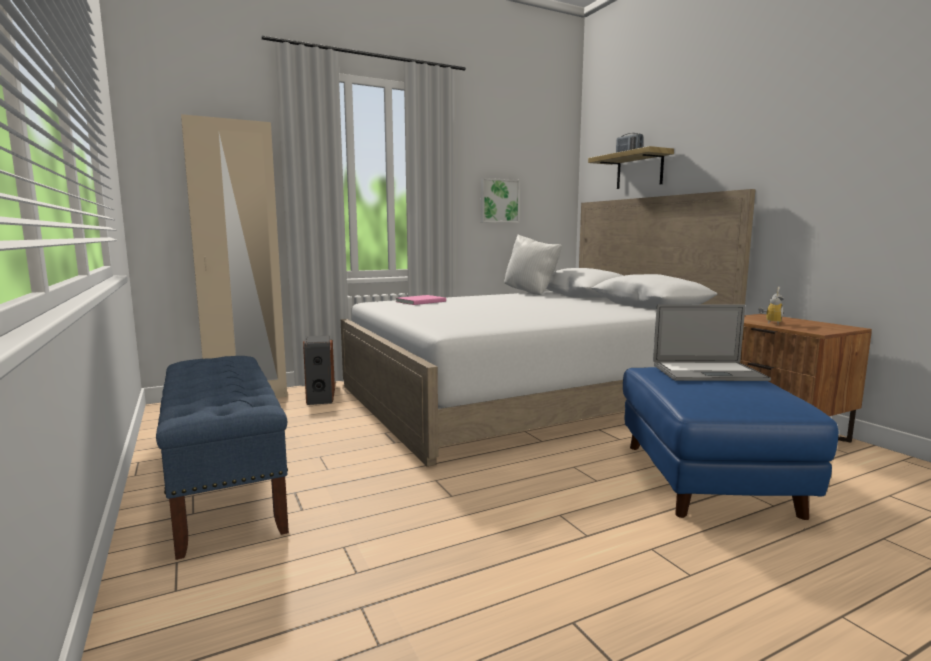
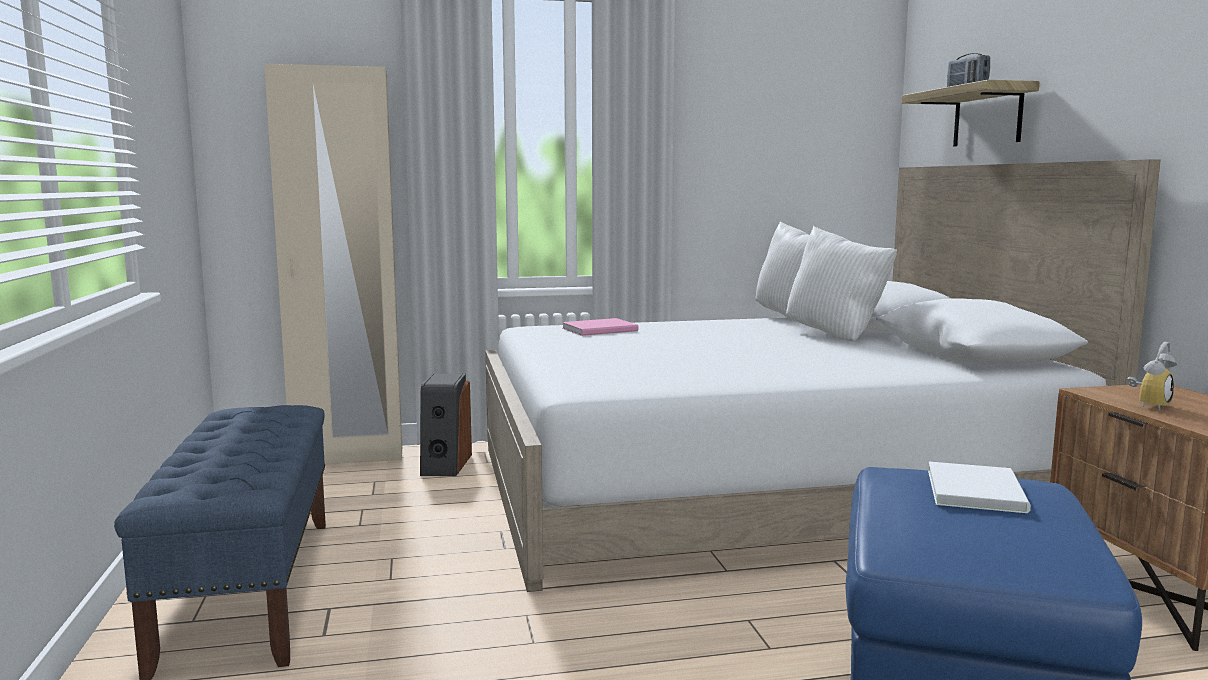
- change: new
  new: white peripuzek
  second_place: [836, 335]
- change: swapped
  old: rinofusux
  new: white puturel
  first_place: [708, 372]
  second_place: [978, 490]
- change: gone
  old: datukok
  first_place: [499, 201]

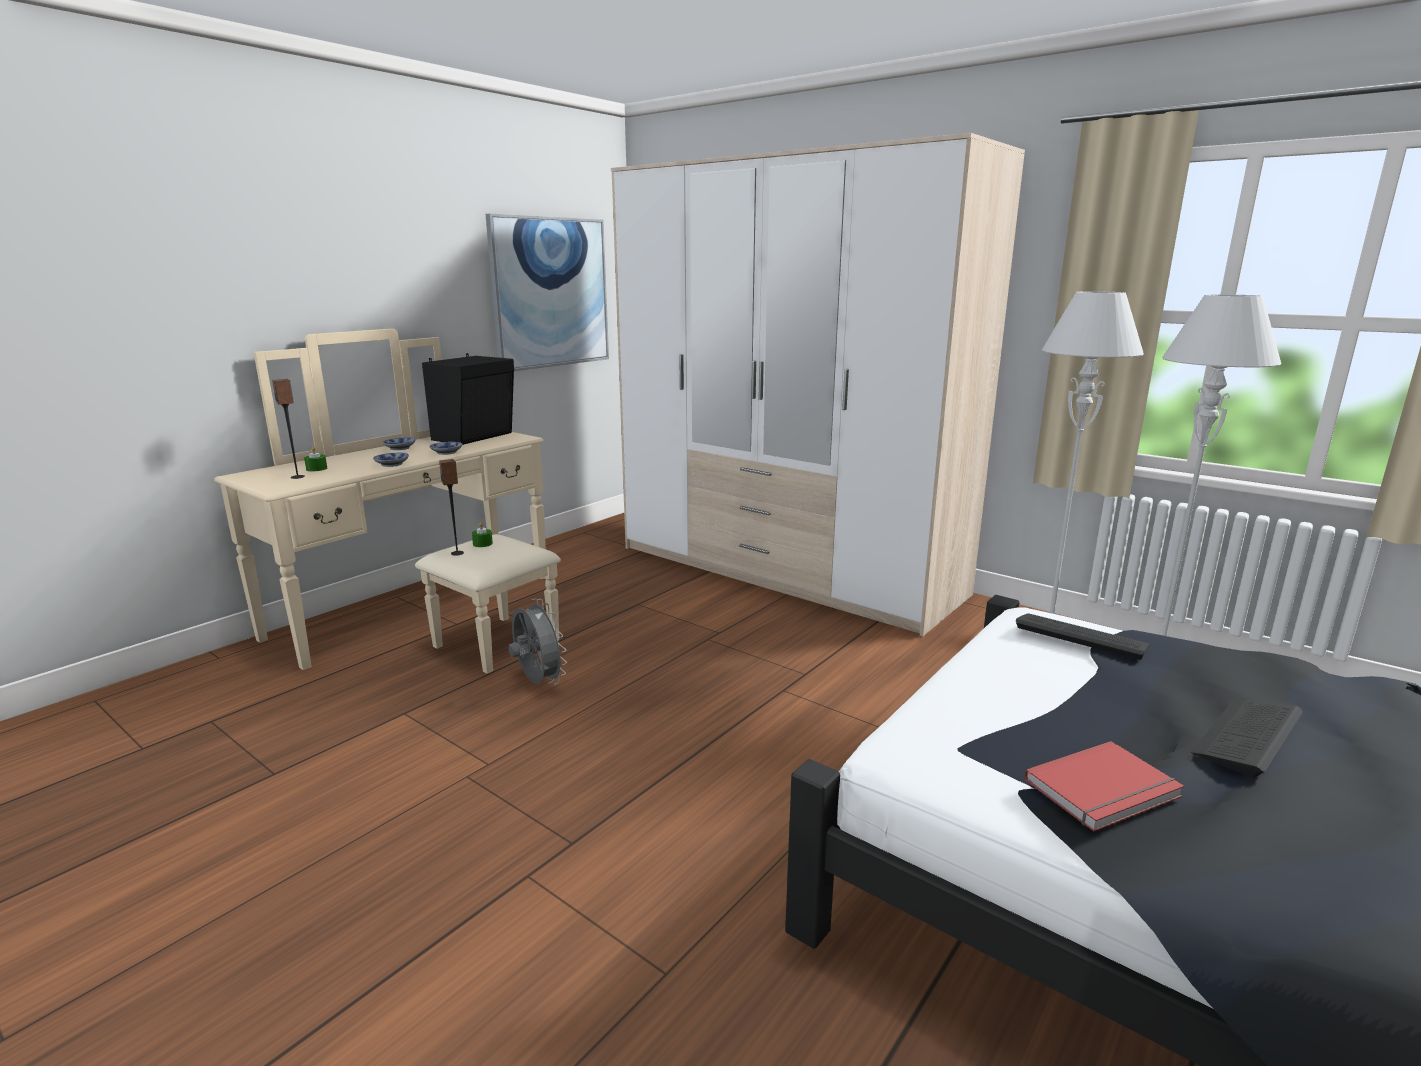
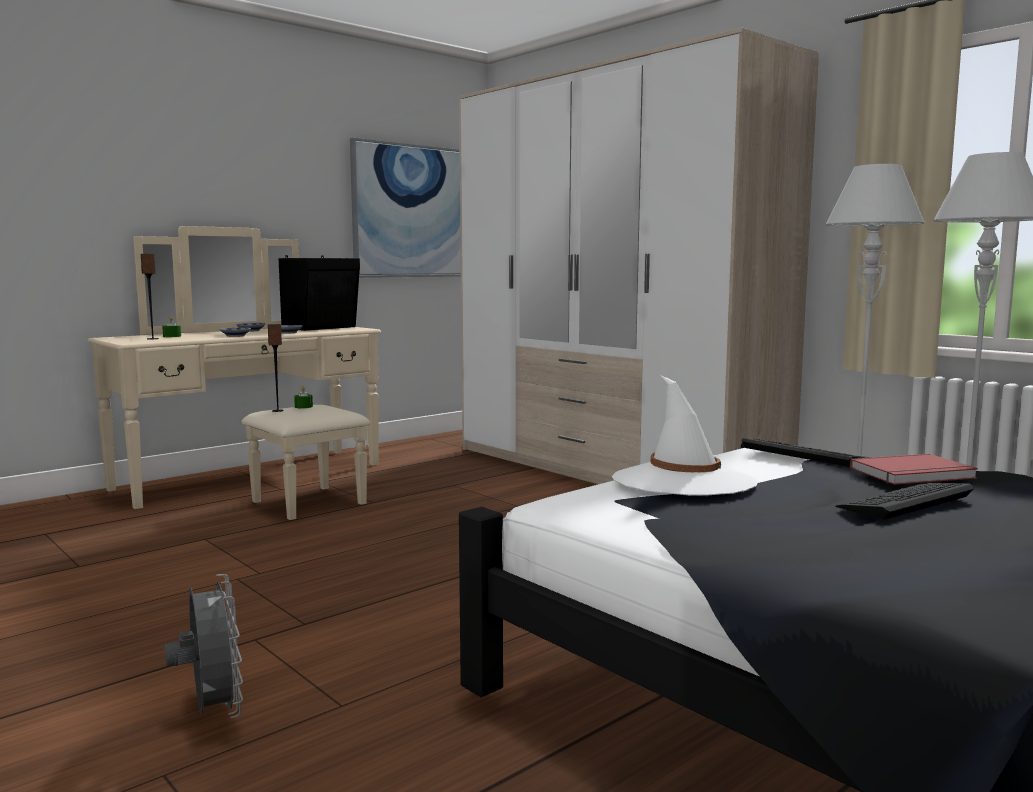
- change: shifted
  old: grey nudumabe
  first_place: [537, 682]
  second_place: [212, 712]
- change: new
  new: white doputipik
  second_place: [683, 482]
- change: shifted
  old: red puturel
  first_place: [1105, 791]
  second_place: [914, 474]

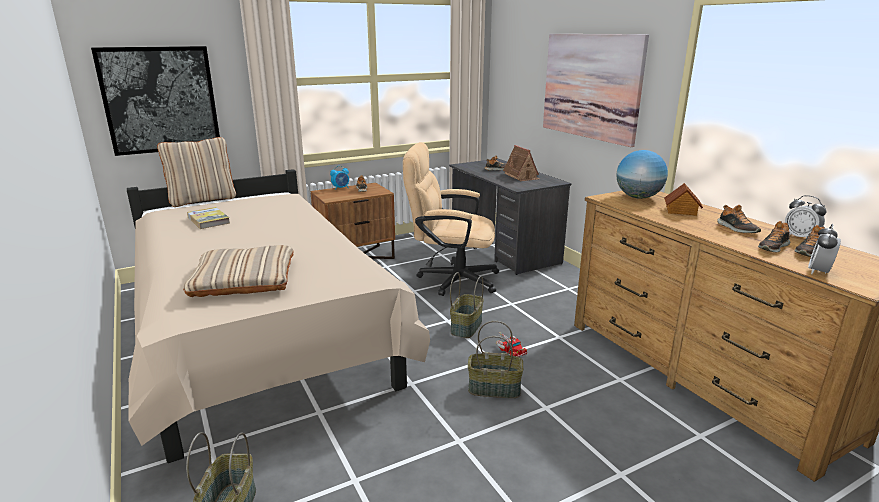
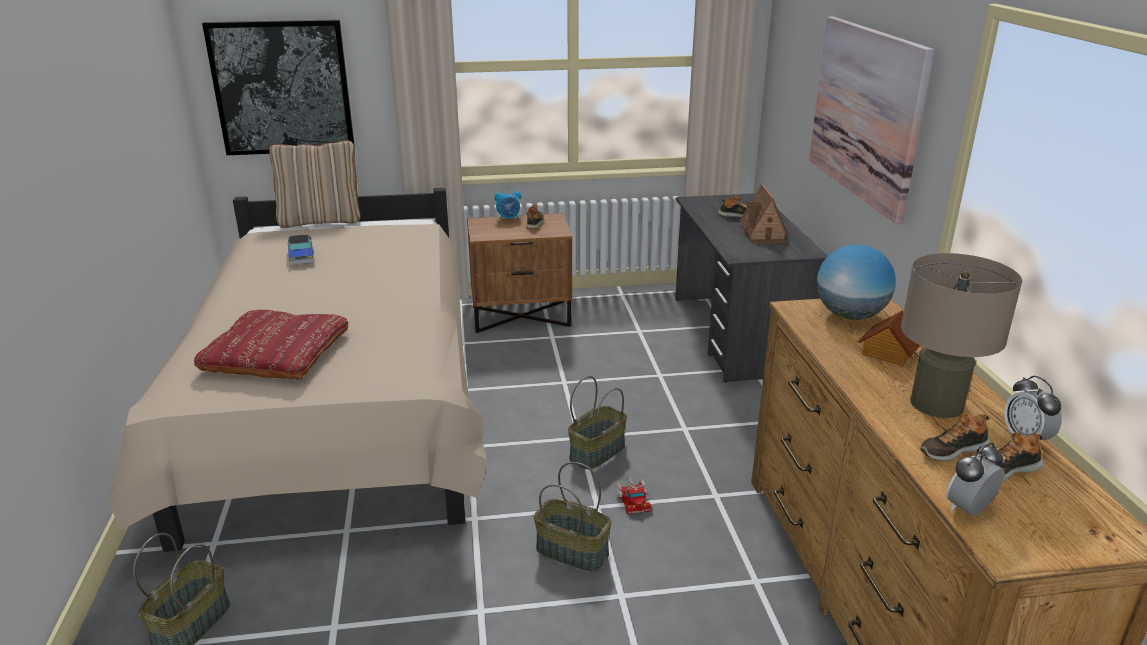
- change: repainted
  old: beige peripuzek
  new: red peripuzek
  first_place: [244, 278]
  second_place: [276, 353]
- change: swapped
  old: puturel
  new: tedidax
  first_place: [208, 220]
  second_place: [301, 256]
- change: swapped
  old: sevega
  new: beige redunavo
  first_place: [736, 229]
  second_place: [936, 404]
- change: gone
  old: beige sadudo
  first_place: [450, 279]

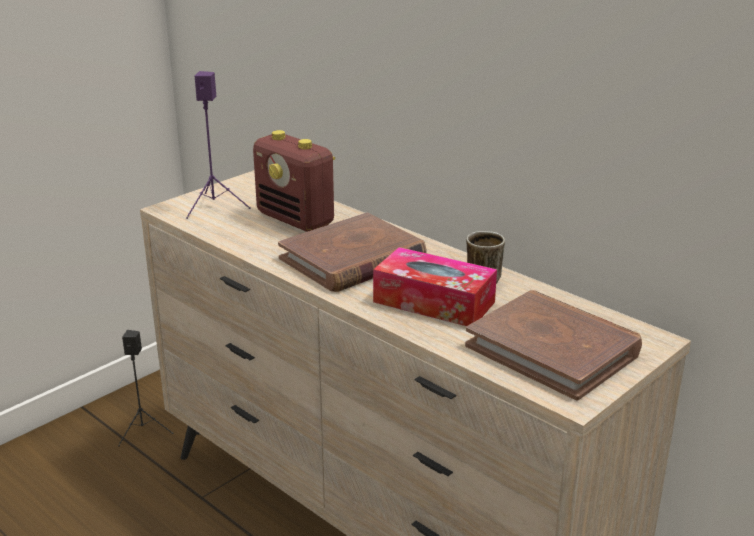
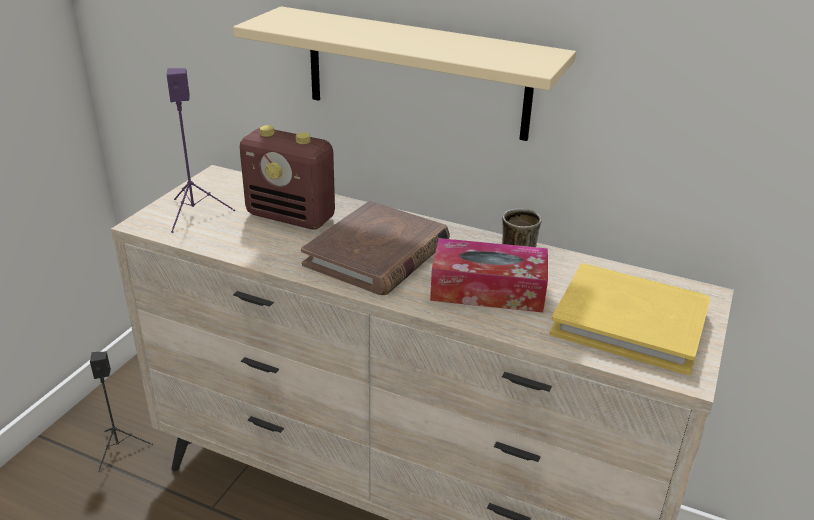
- change: new
  new: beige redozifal
  second_place: [416, 73]
- change: repainted
  old: brown puturel
  new: yellow puturel
  first_place: [553, 349]
  second_place: [629, 322]

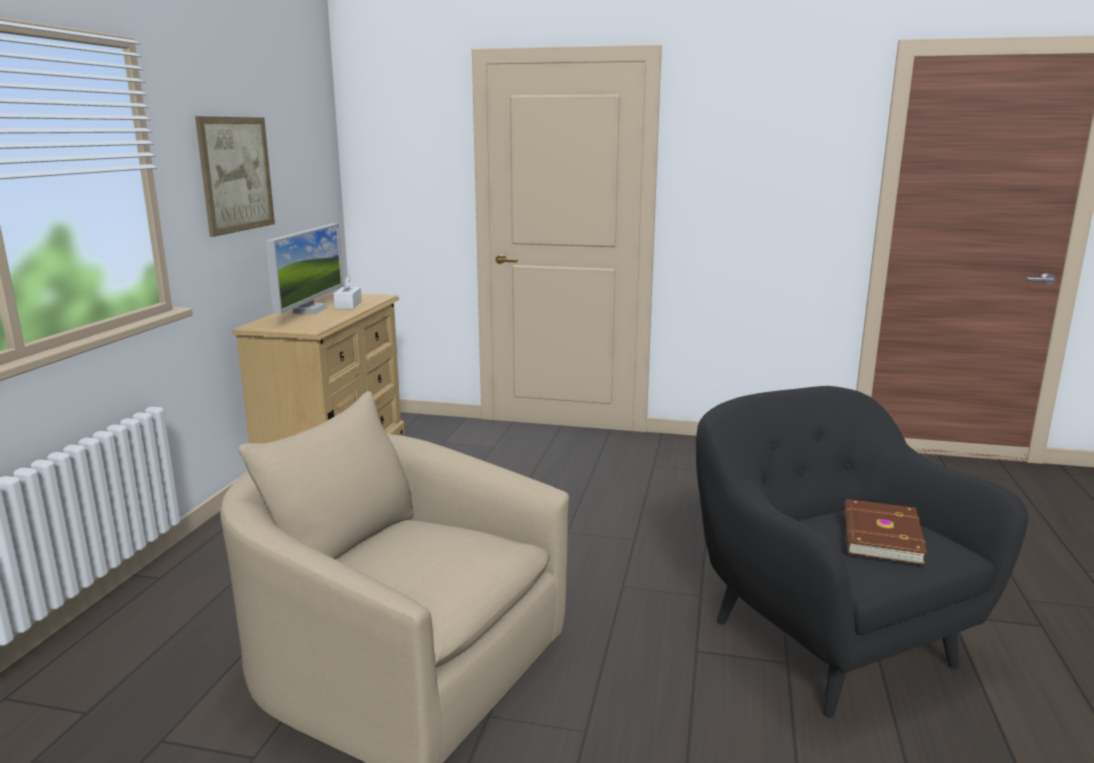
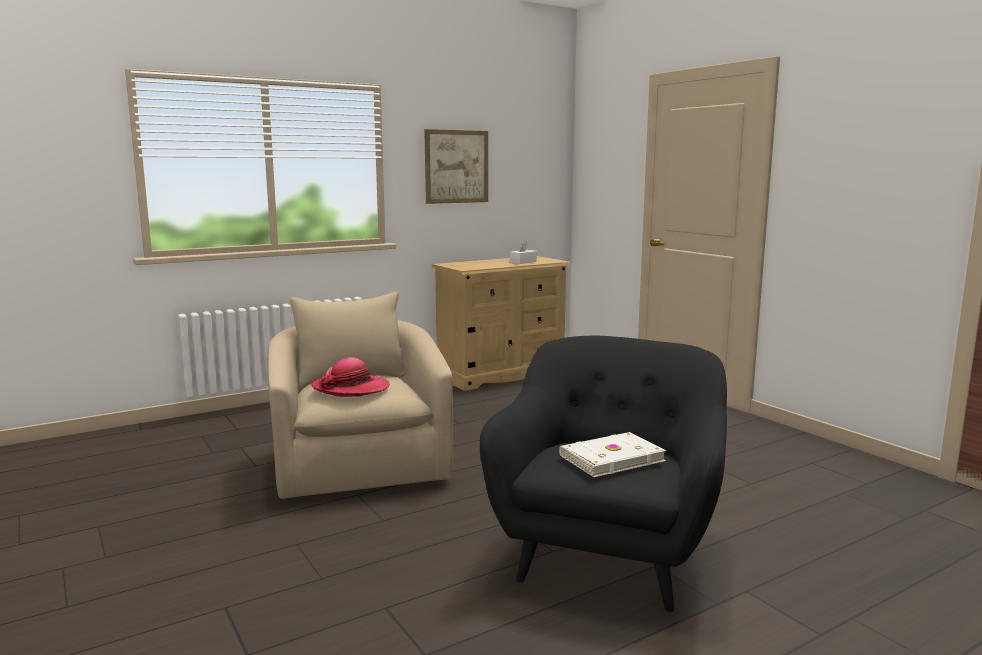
- change: new
  new: doputipik
  second_place: [351, 388]
- change: repainted
  old: brown puturel
  new: white puturel
  first_place: [879, 536]
  second_place: [610, 458]
- change: gone
  old: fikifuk
  first_place: [310, 310]

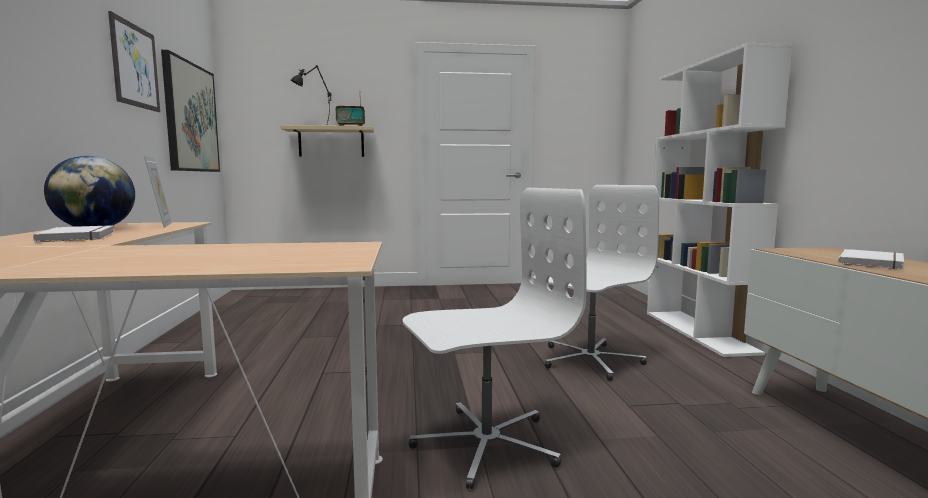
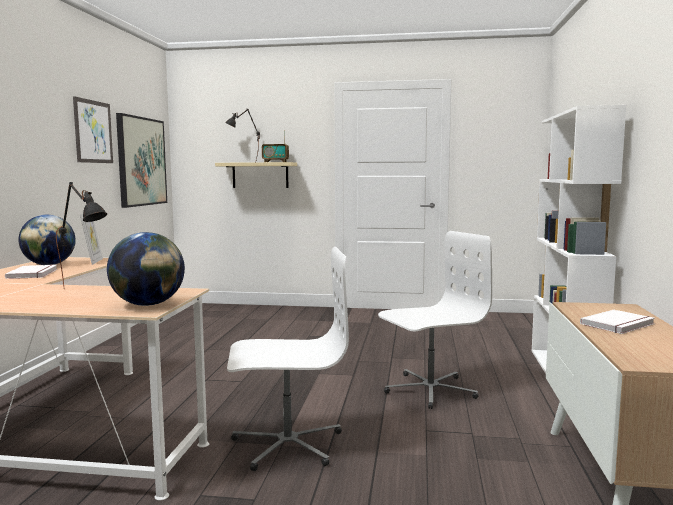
- change: new
  new: black redunavo
  second_place: [85, 290]
- change: new
  new: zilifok
  second_place: [148, 304]

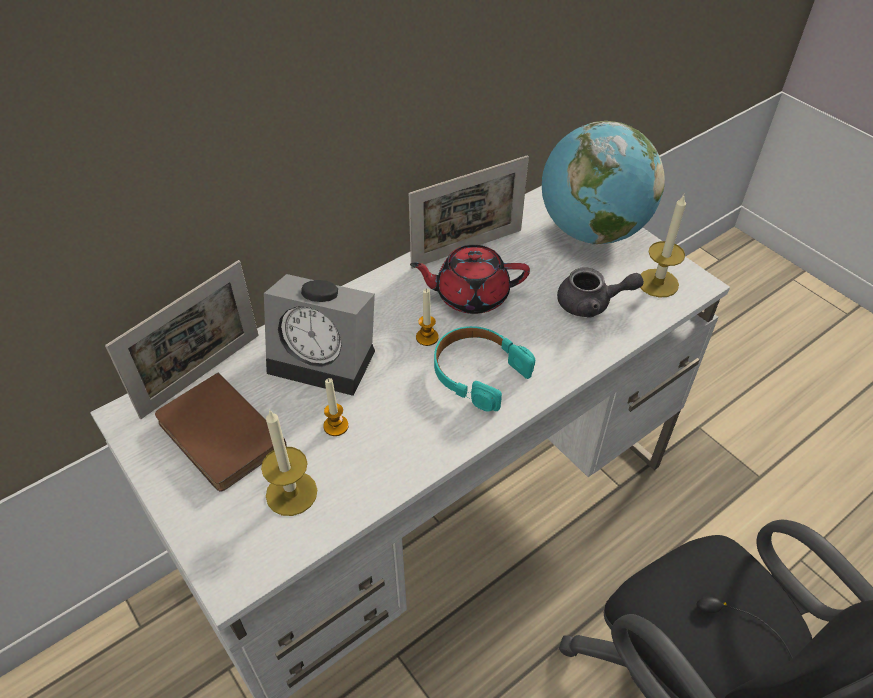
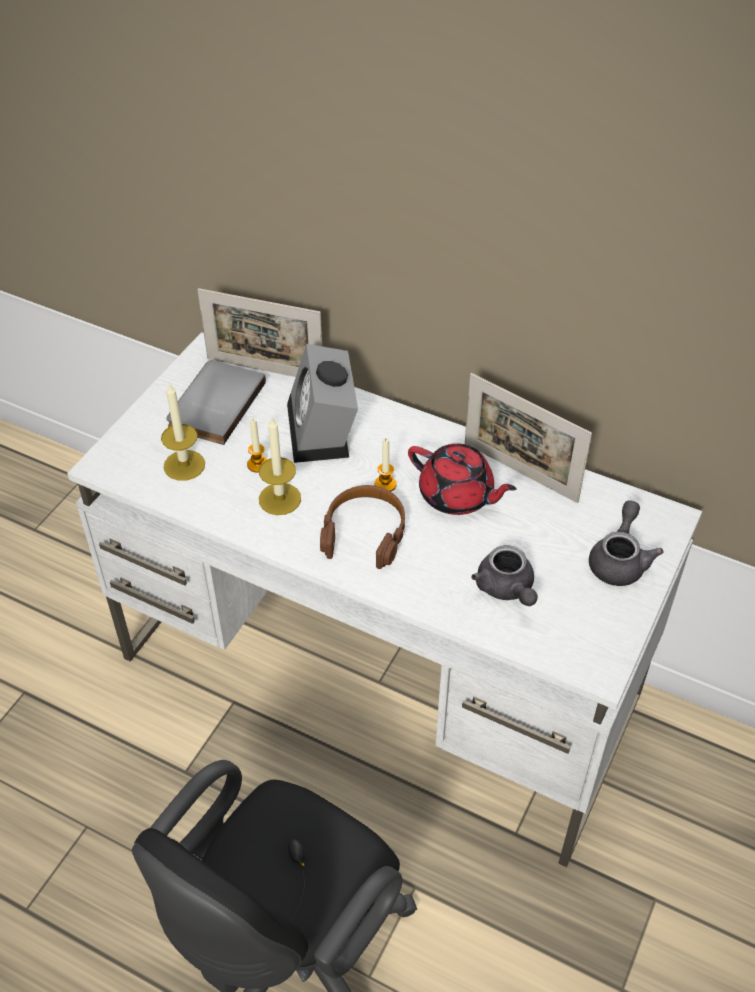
- change: repainted
  old: brown puturel
  new: grey puturel
  first_place: [217, 436]
  second_place: [213, 404]
- change: shifted
  old: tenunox
  first_place: [658, 283]
  second_place: [280, 499]
- change: repainted
  old: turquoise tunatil
  new: brown tunatil
  first_place: [478, 372]
  second_place: [365, 532]
- change: rotated
  old: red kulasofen
  first_place: [470, 295]
  second_place: [457, 495]
  degrees: 150
- change: swapped
  old: zilifok
  new: grey kulasofen
  first_place: [592, 231]
  second_place: [619, 560]

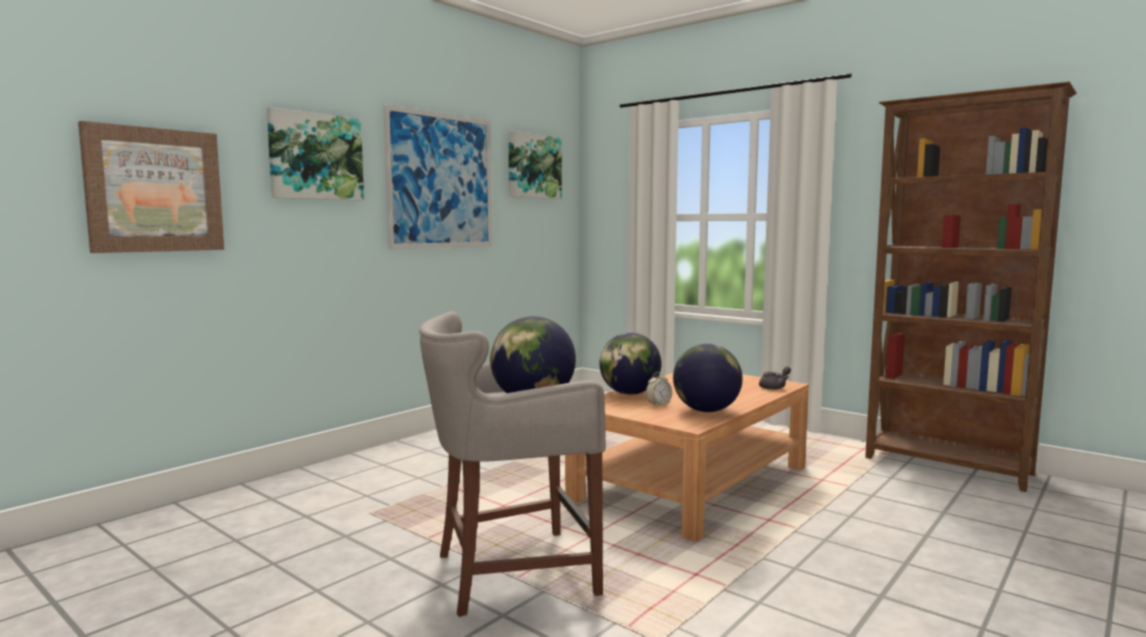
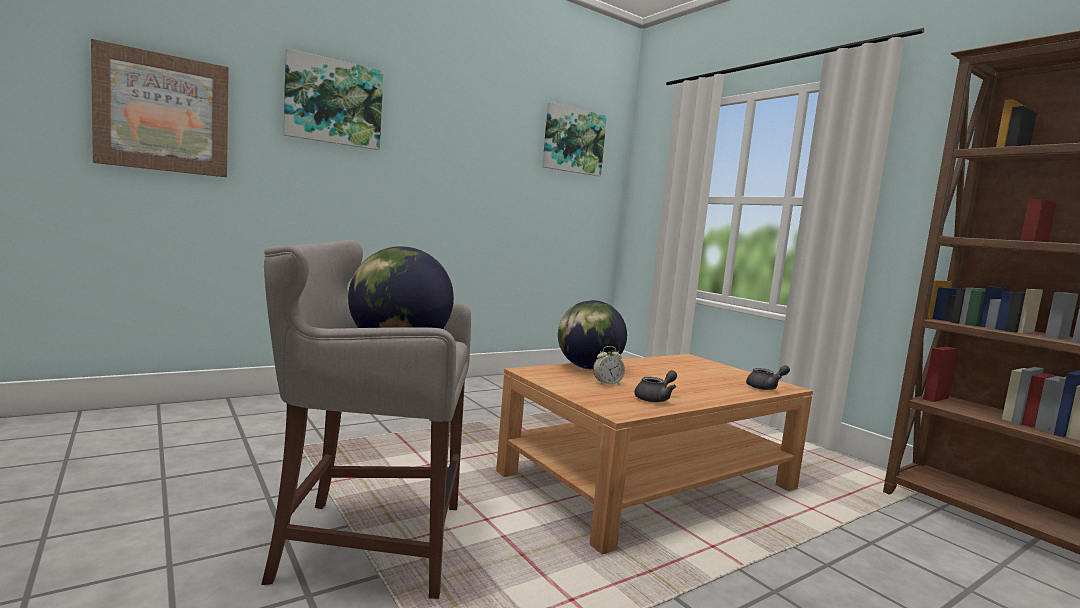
- change: swapped
  old: zilifok
  new: grey kulasofen
  first_place: [706, 410]
  second_place: [655, 399]
- change: gone
  old: datukok
  first_place: [441, 181]

